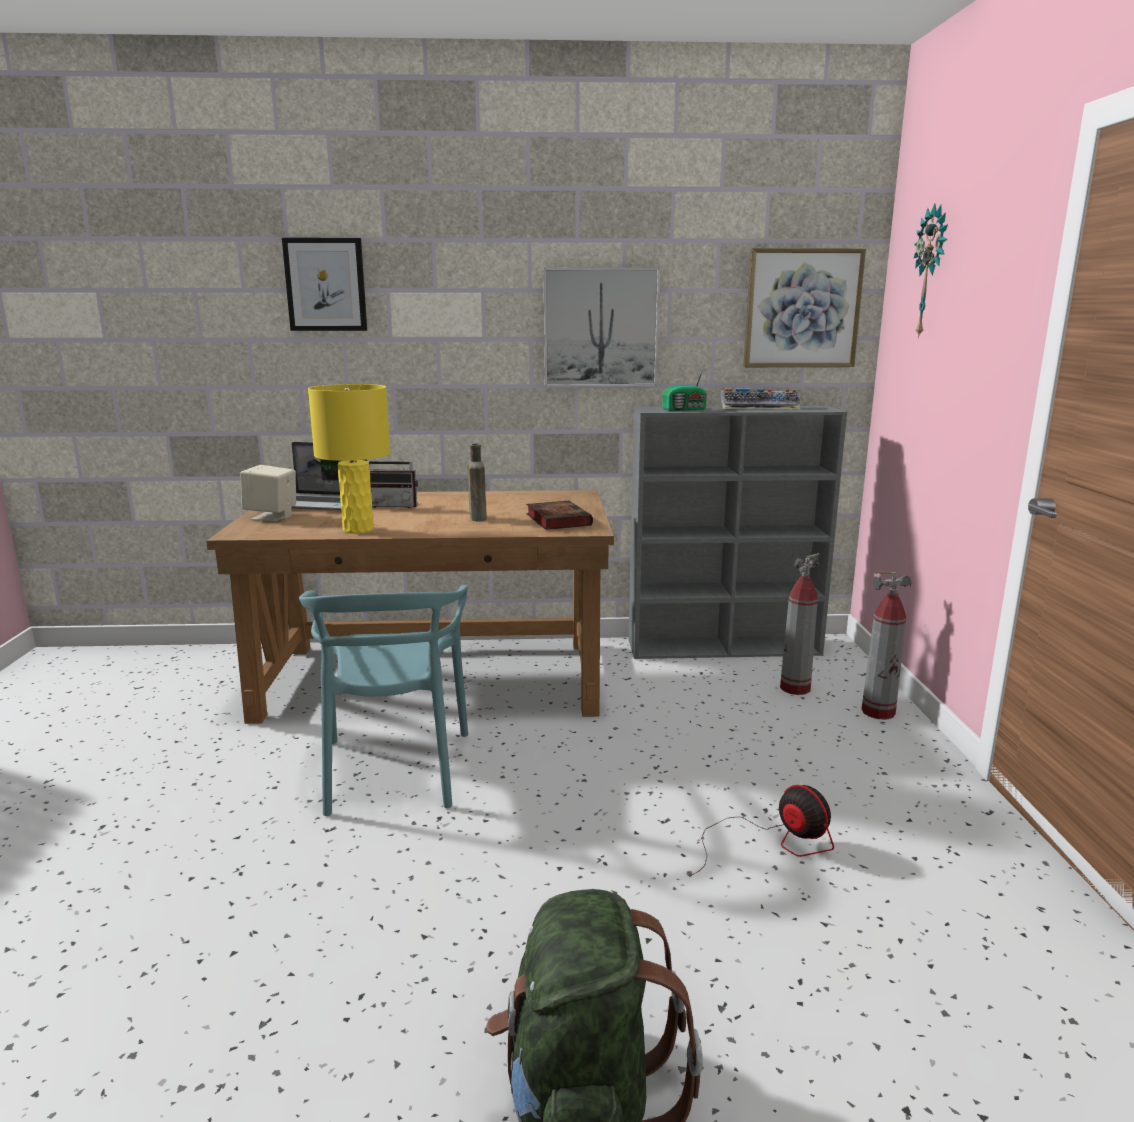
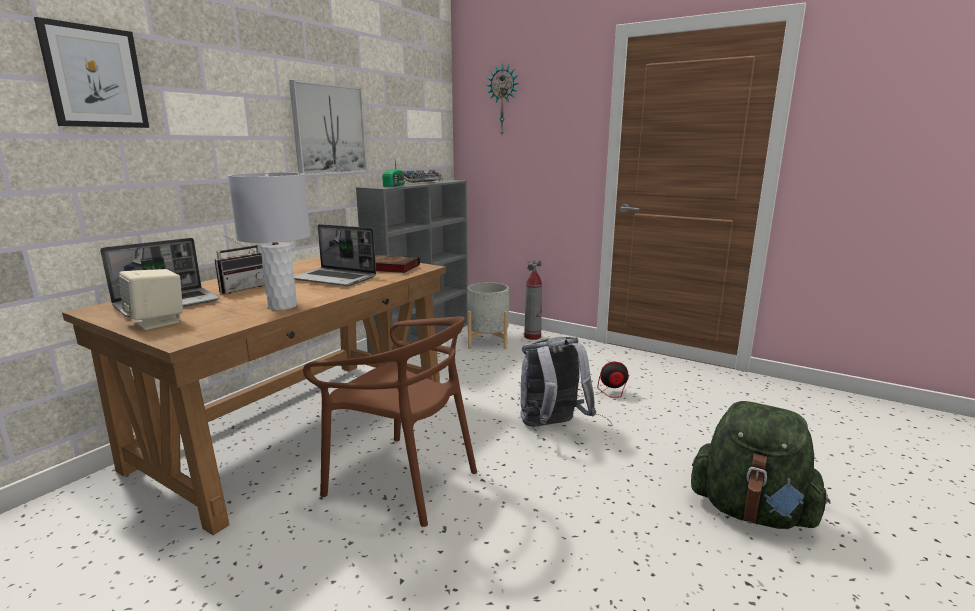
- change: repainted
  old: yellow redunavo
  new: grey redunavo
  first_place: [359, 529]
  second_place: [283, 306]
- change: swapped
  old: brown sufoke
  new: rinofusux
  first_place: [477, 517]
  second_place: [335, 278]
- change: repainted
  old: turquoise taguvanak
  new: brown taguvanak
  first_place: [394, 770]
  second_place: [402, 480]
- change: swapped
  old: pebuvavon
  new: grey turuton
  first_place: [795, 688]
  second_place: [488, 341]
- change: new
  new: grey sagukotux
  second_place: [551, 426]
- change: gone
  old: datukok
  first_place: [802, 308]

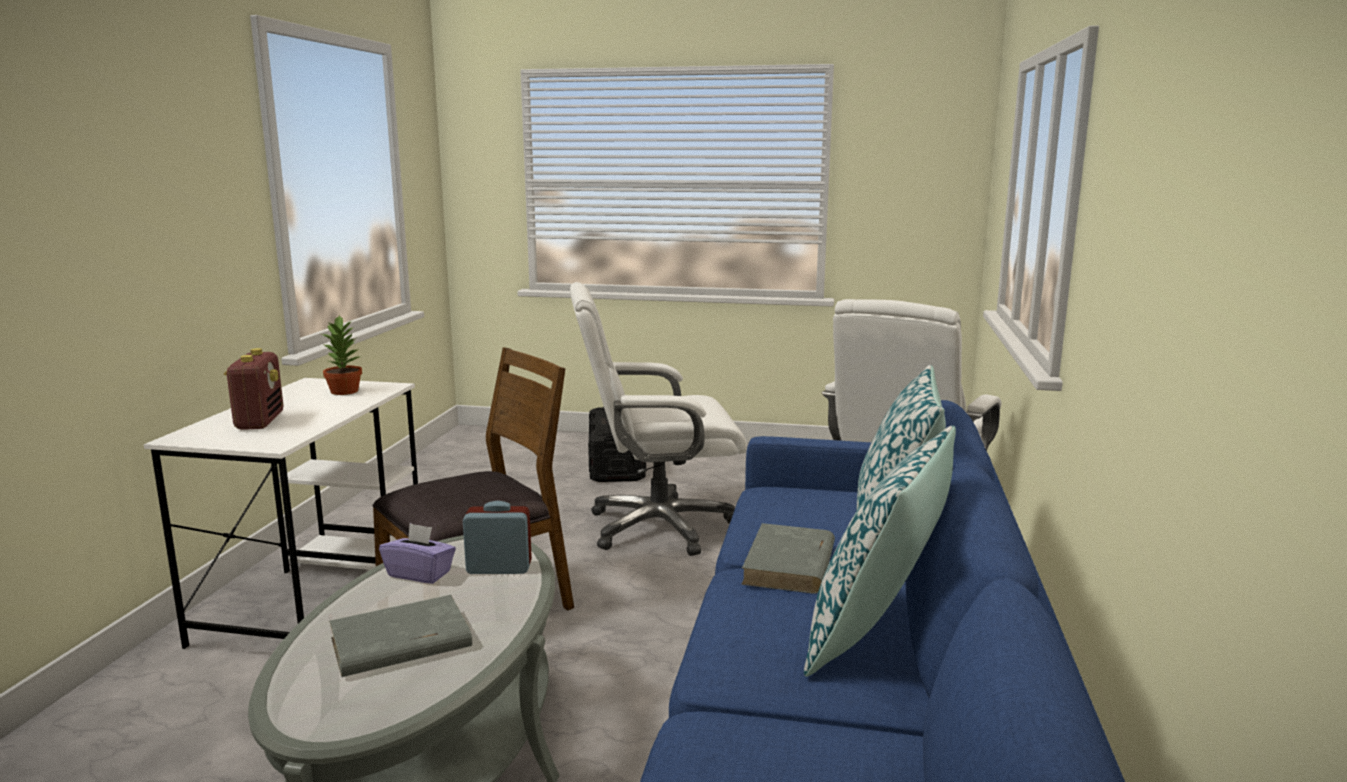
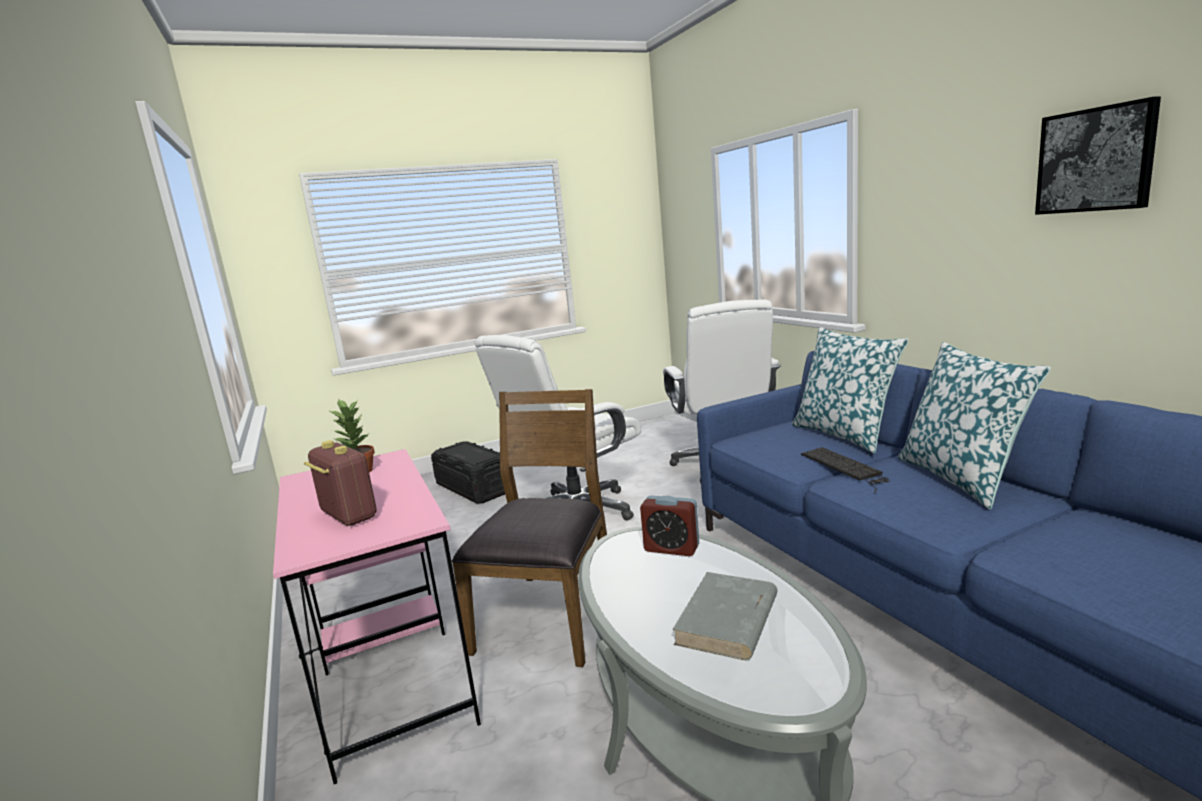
- change: repainted
  old: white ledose
  new: pink ledose
  first_place: [316, 594]
  second_place: [392, 674]
- change: rotated
  old: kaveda
  first_place: [499, 568]
  second_place: [671, 548]
  degrees: -120
- change: swapped
  old: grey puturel
  new: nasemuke
  first_place: [789, 565]
  second_place: [846, 468]
- change: new
  new: datukok
  second_place: [1096, 160]
- change: gone
  old: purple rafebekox
  first_place: [420, 574]

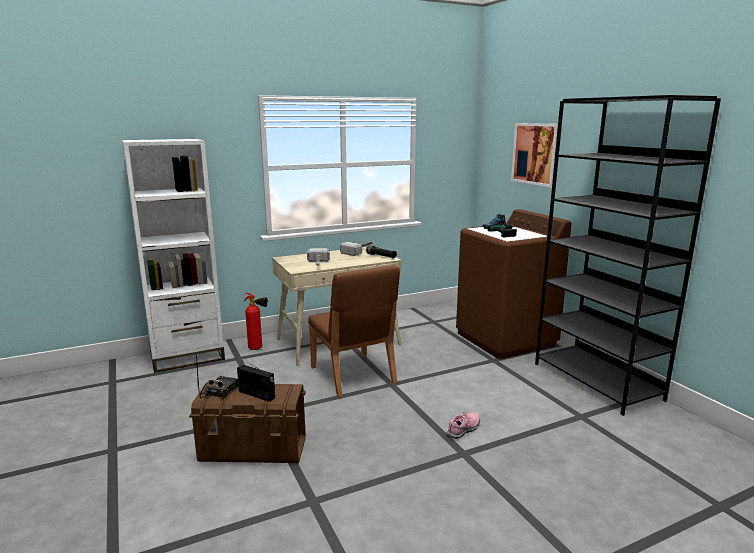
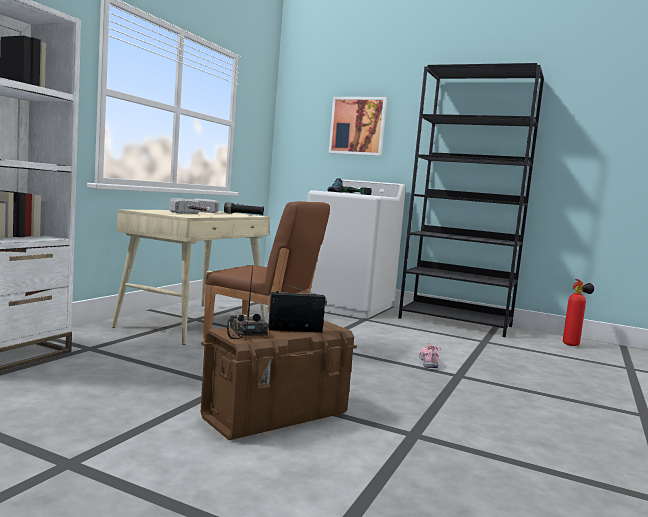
- change: repainted
  old: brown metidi
  new: white metidi
  first_place: [506, 339]
  second_place: [348, 306]
- change: shifted
  old: pebuvavon
  first_place: [258, 349]
  second_place: [573, 345]

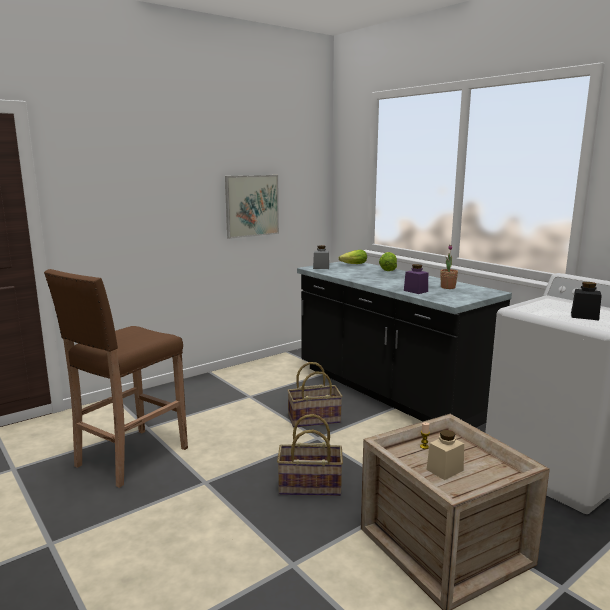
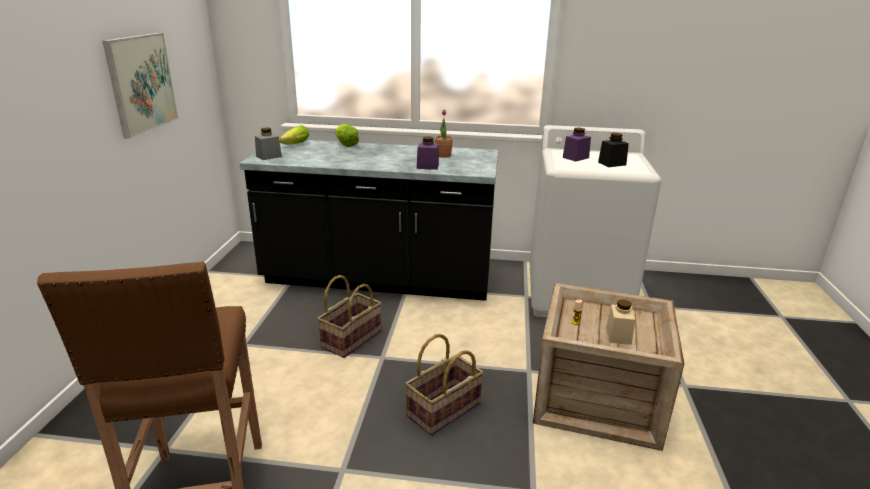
- change: new
  new: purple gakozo
  second_place: [575, 157]

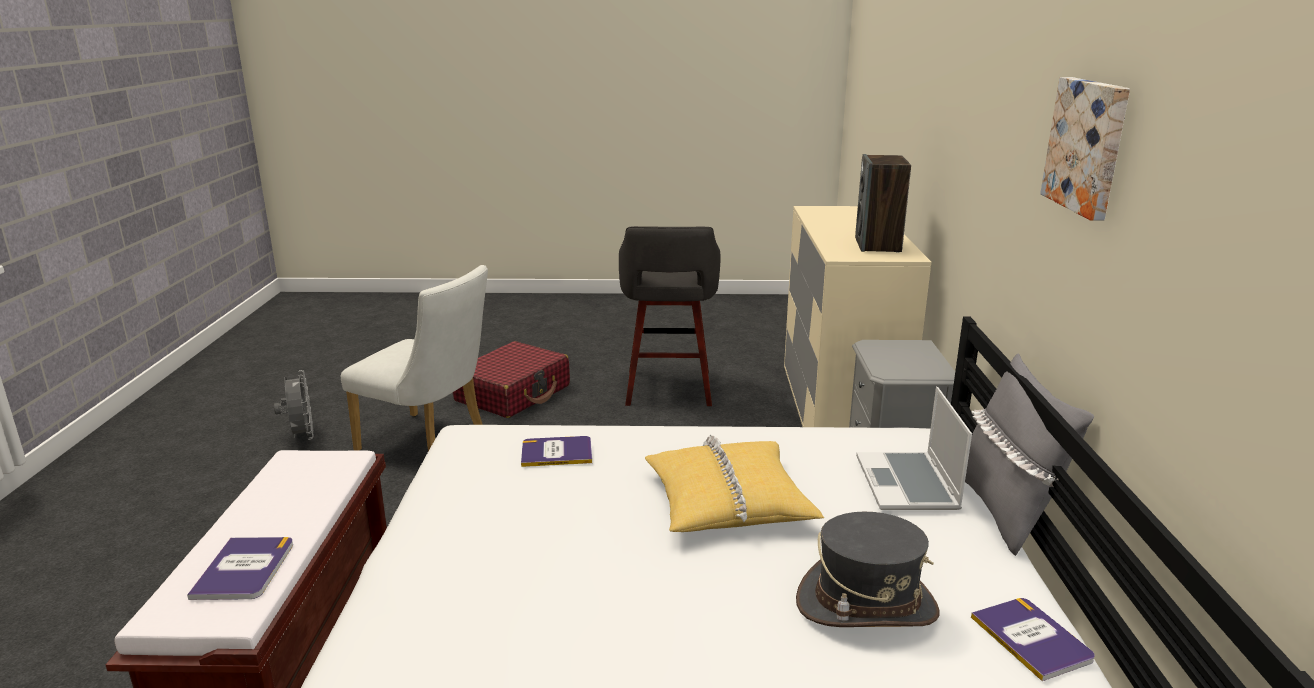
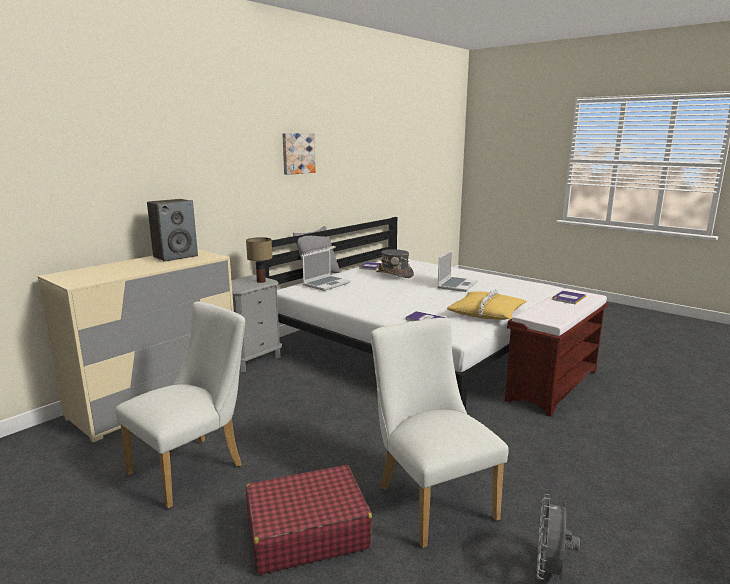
- change: swapped
  old: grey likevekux
  new: white taguvanak
  first_place: [668, 389]
  second_place: [194, 467]
- change: new
  new: redunavo
  second_place: [260, 281]
- change: new
  new: rinofusux
  second_place: [456, 285]
- change: shifted
  old: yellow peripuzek
  first_place: [727, 501]
  second_place: [487, 313]

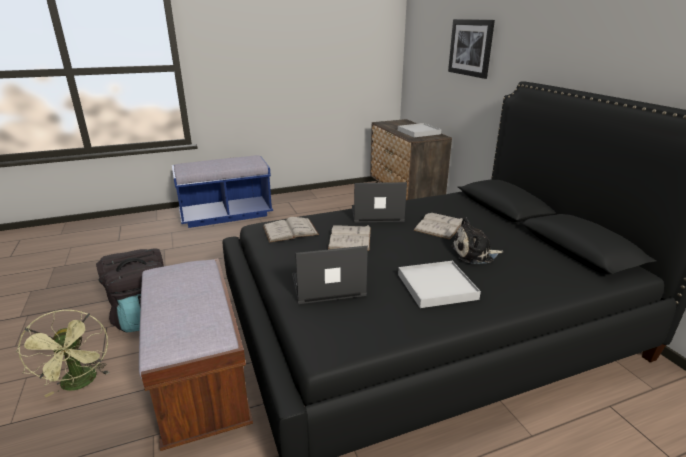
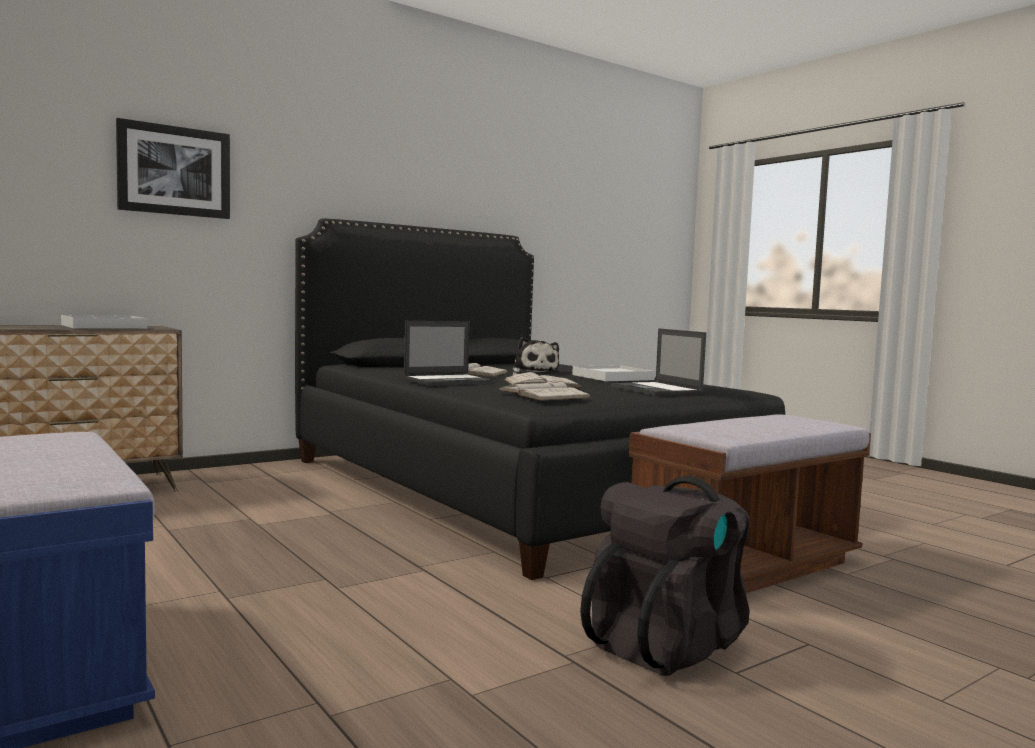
- change: rotated
  old: rinofusux
  first_place: [376, 214]
  second_place: [449, 381]
  degrees: -105
- change: gone
  old: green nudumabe
  first_place: [80, 384]

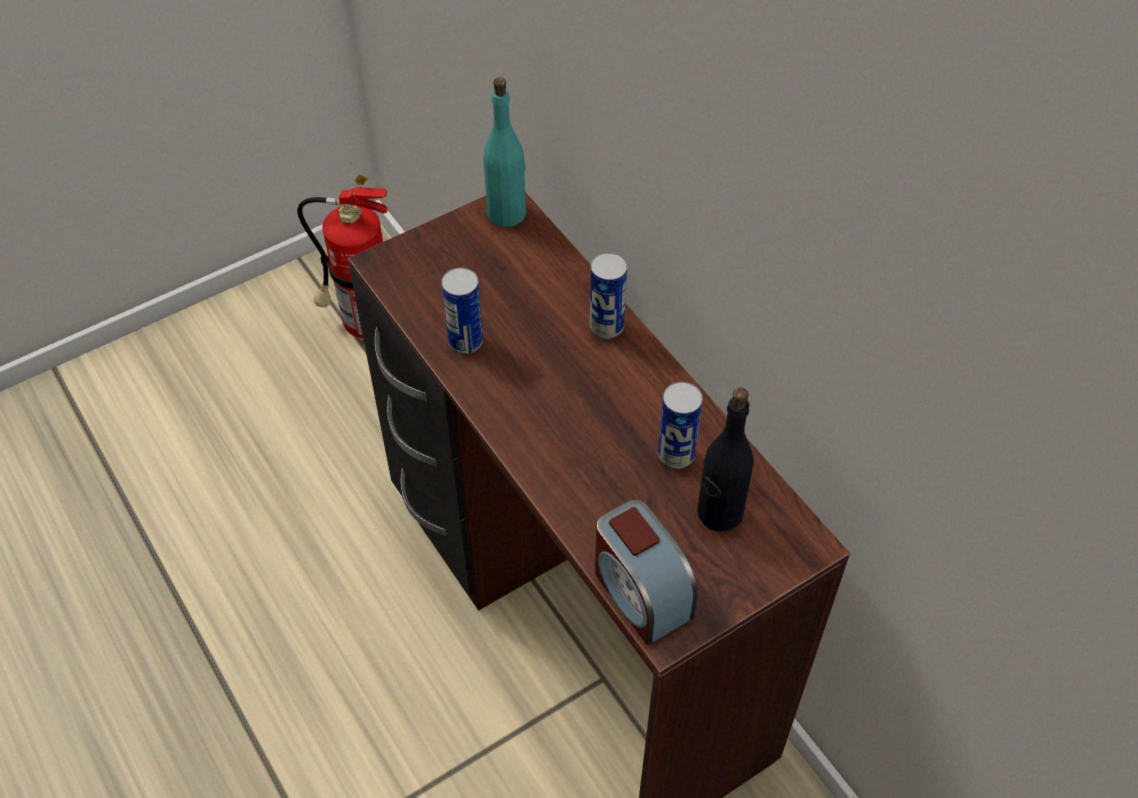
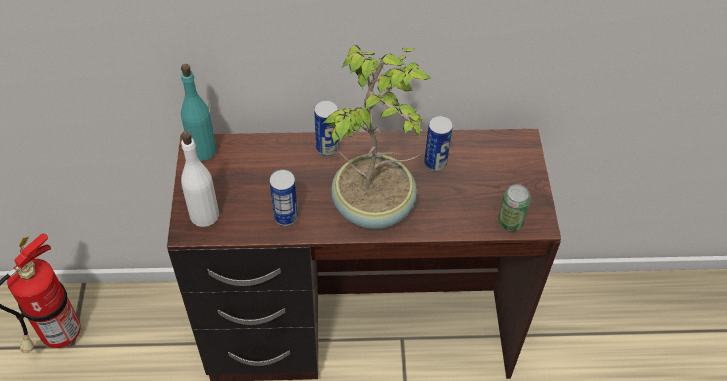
- change: new
  new: white sufoke
  second_place: [204, 215]
- change: new
  new: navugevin
  second_place: [375, 207]
- change: swapped
  old: kaveda
  new: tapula
  first_place: [640, 592]
  second_place: [510, 222]
- change: gone
  old: black sufoke
  first_place: [719, 513]

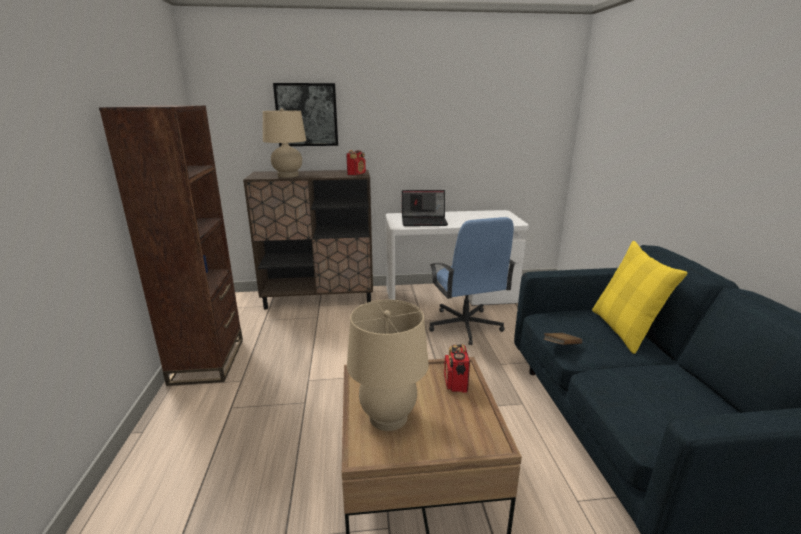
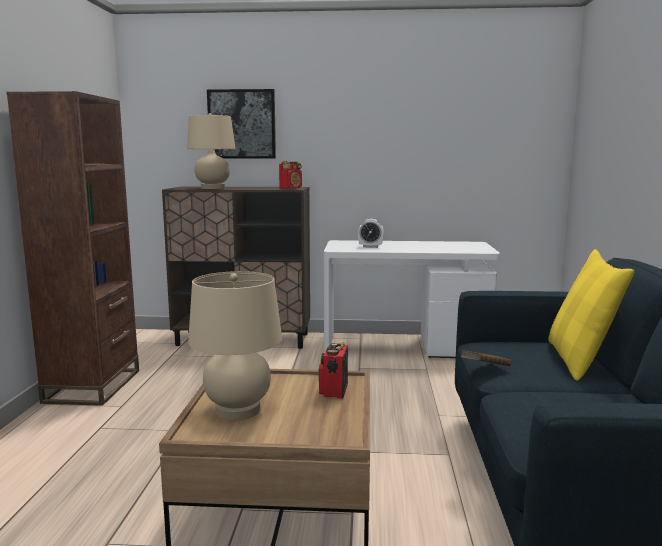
- change: swapped
  old: rinofusux
  new: kaveda
  first_place: [424, 221]
  second_place: [370, 247]
- change: gone
  old: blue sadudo
  first_place: [465, 326]

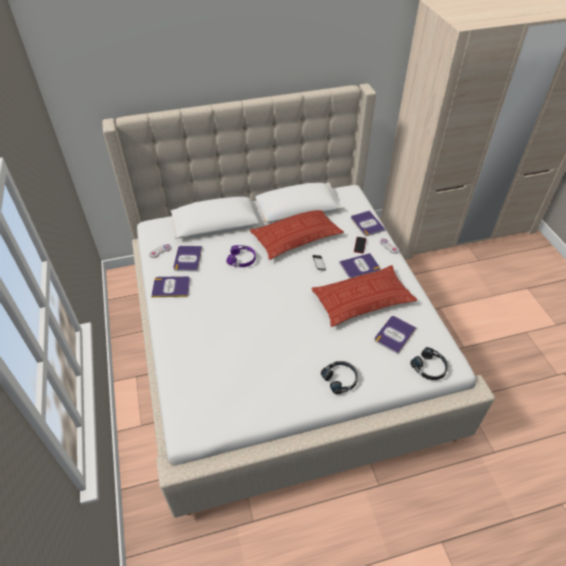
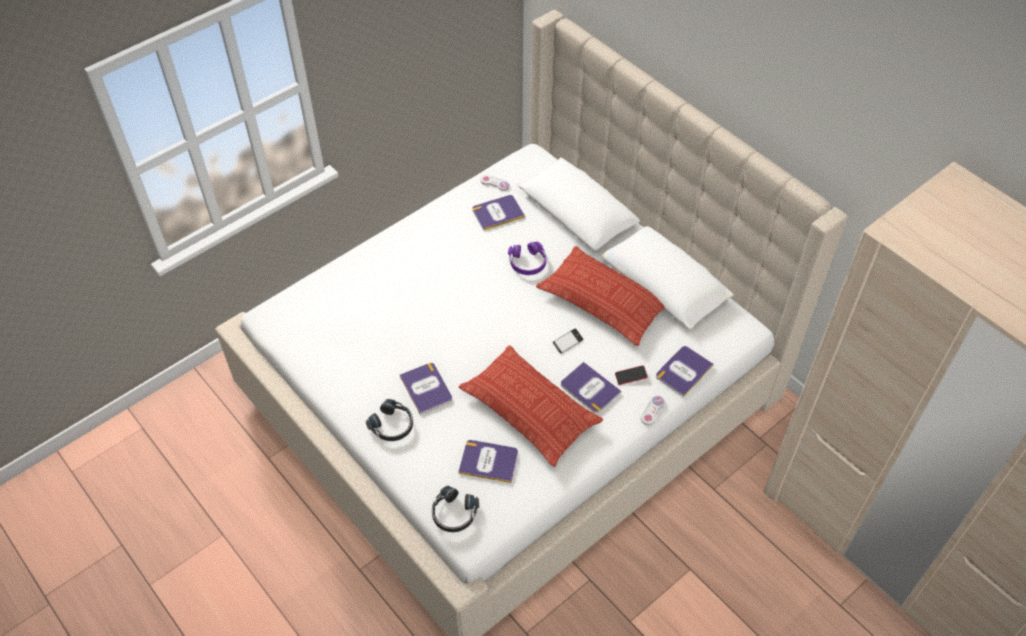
- change: shifted
  old: puturel
  first_place: [171, 287]
  second_place: [426, 388]

